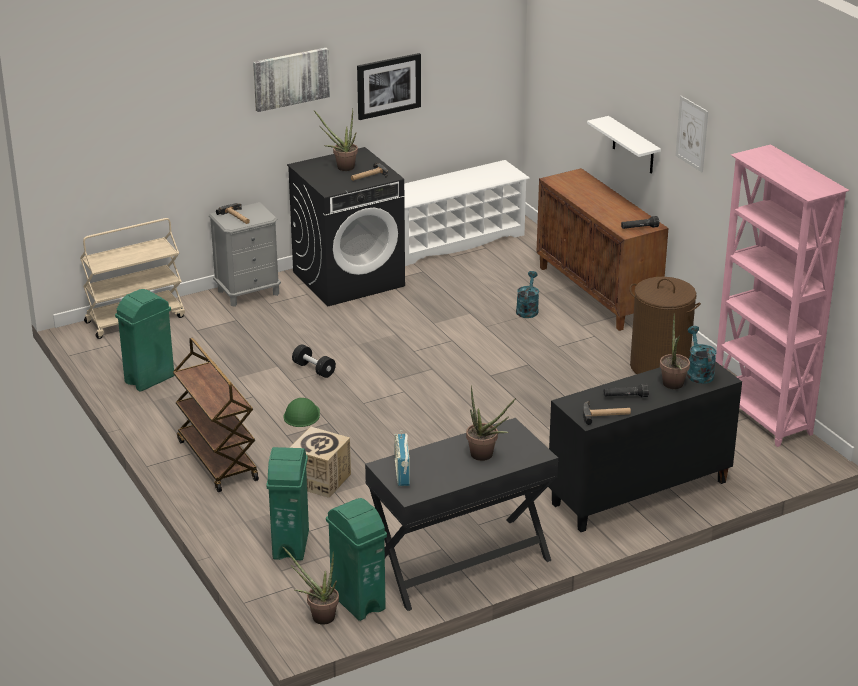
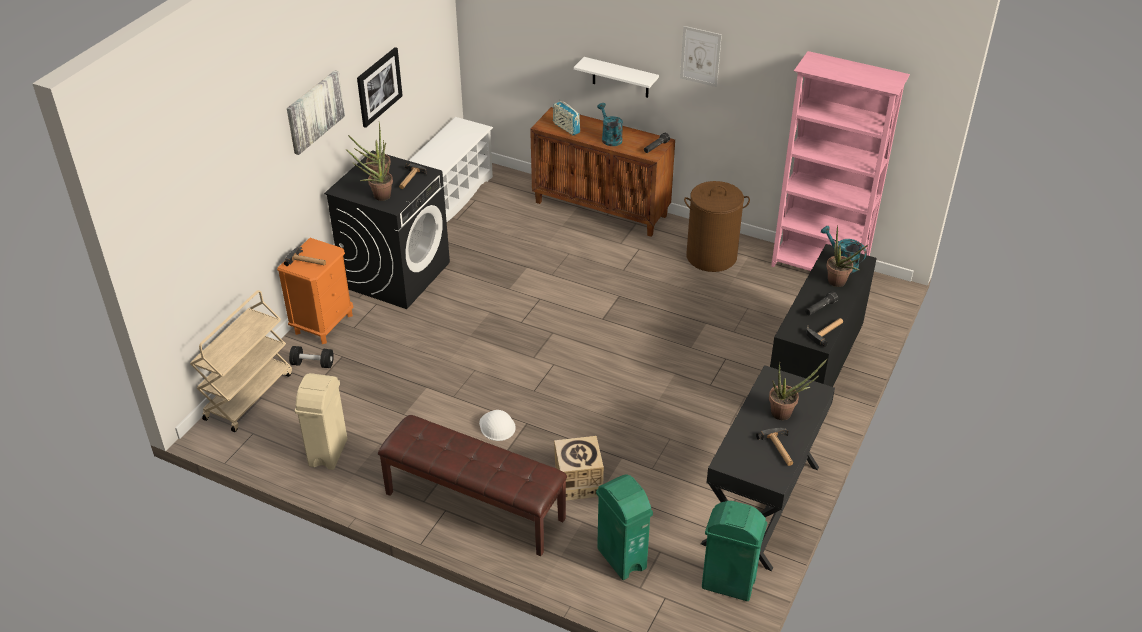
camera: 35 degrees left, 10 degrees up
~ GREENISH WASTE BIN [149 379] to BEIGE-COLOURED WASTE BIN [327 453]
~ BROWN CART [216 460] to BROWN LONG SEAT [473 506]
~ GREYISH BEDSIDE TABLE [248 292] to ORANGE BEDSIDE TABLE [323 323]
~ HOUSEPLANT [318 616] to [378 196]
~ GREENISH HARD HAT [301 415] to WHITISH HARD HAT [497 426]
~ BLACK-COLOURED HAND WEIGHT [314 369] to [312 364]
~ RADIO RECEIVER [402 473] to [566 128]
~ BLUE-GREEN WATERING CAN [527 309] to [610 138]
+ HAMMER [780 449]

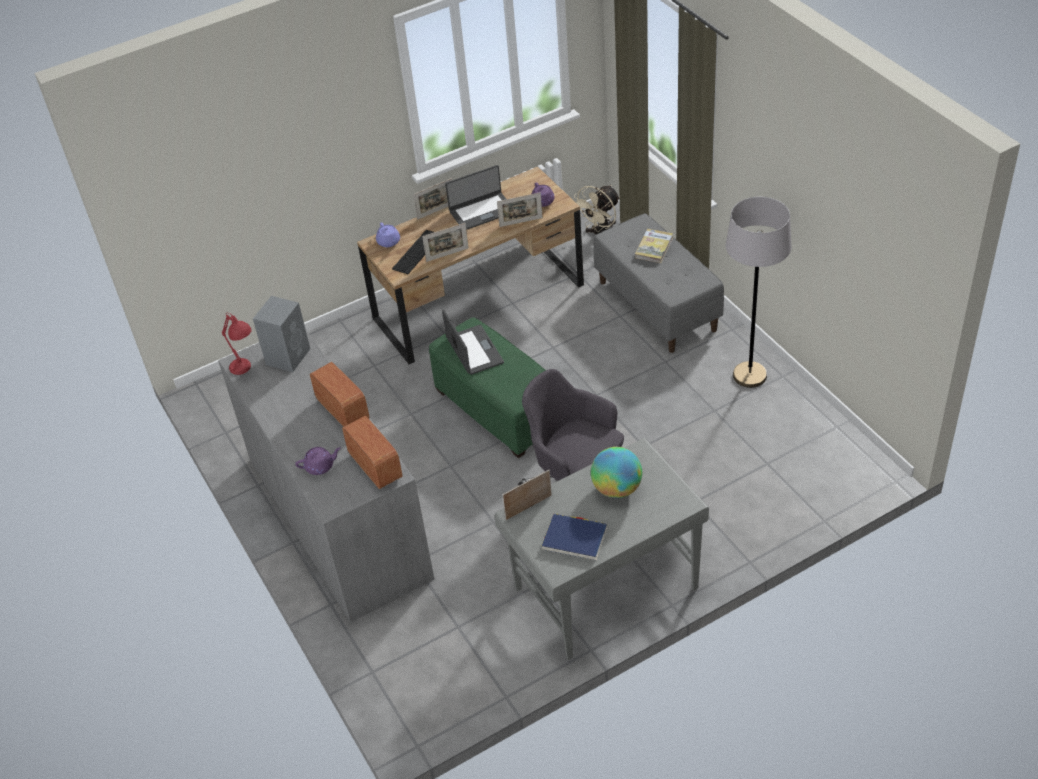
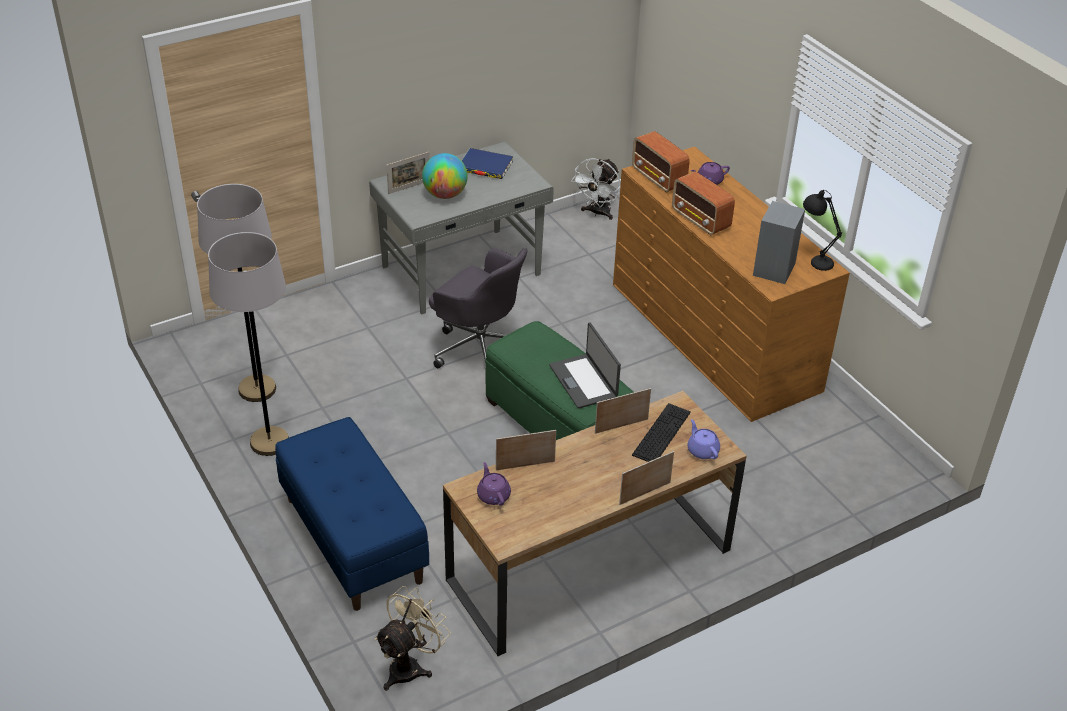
camera: 175 degrees right, 5 degrees down
~ GREYISH CHEST OF DRAWERS [338 516] to BROWN CHEST OF DRAWERS [714 336]
~ REDDISH TABLE LAMP [246 371] to BLACK-COLOURED TABLE LAMP [814 259]
- NOTEBOOK COMPUTER [481 211]
~ STANDING FRAME [528 507] to [409 187]
~ GREYISH LONG SEAT [658 306] to BLUE-COLOURED LONG SEAT [352 540]
- VOLUME [654 247]
+ GREYISH STANDING LAMP [257 389]
+ WHITISH FAN [597 213]

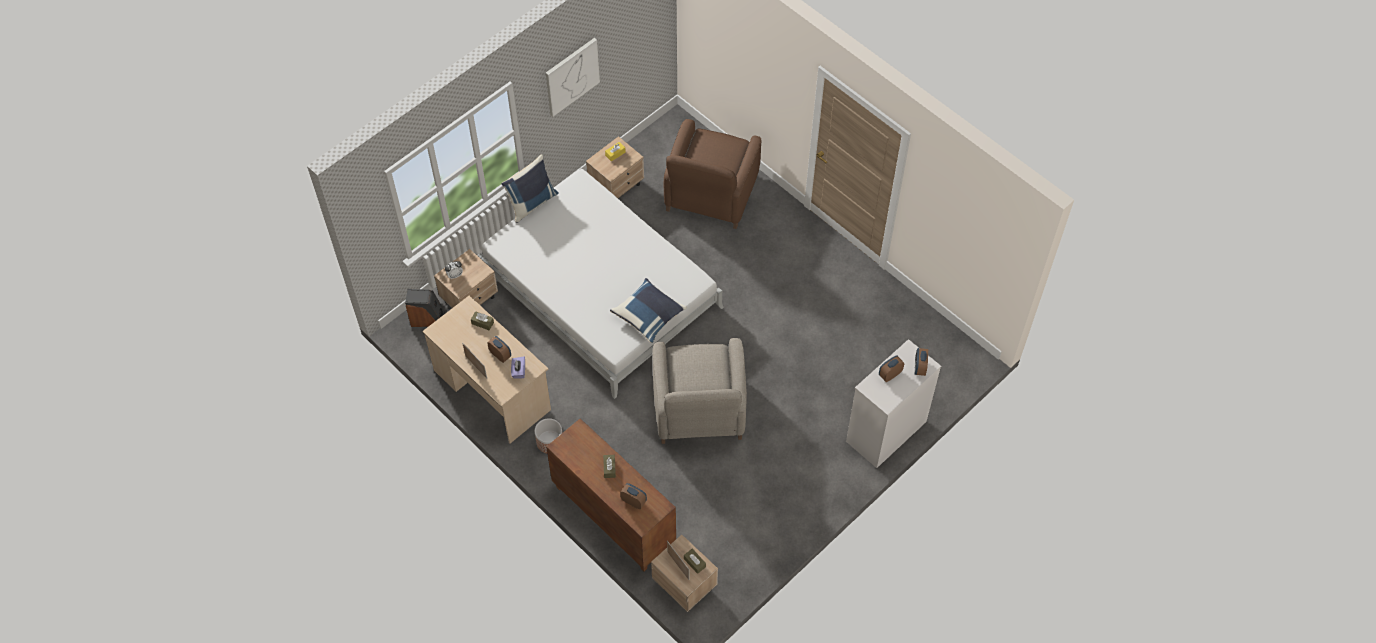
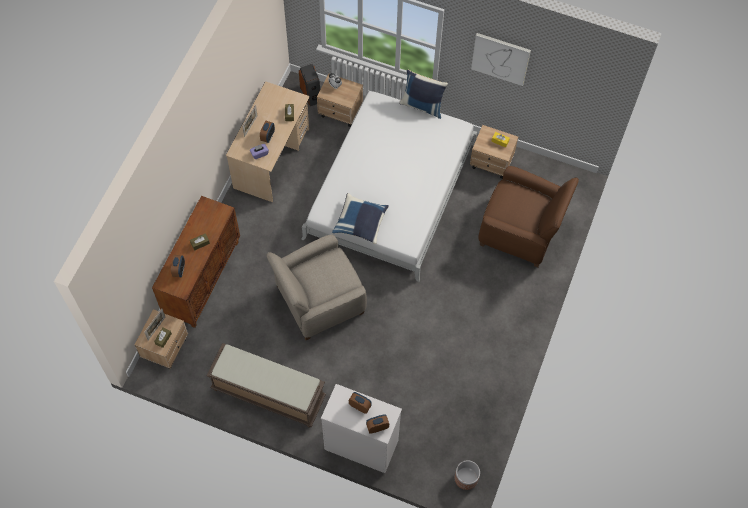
camera: 65 degrees right, 5 degrees up
~ PLANT POT [550 441] to [466 478]
~ BROWN LOUNGE CHAIR [710 193] = [521 231] 150 degrees counterclockwise
+ BROWN LONG SEAT [267 394]

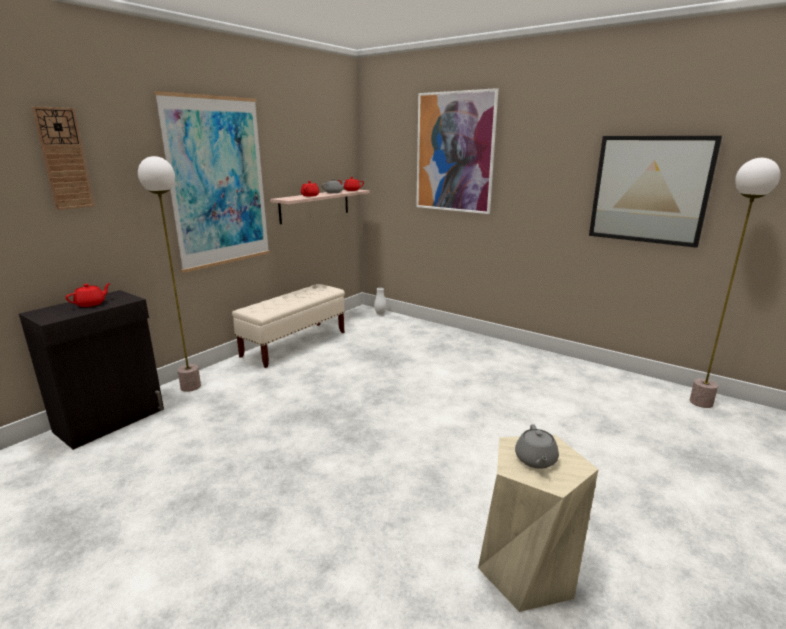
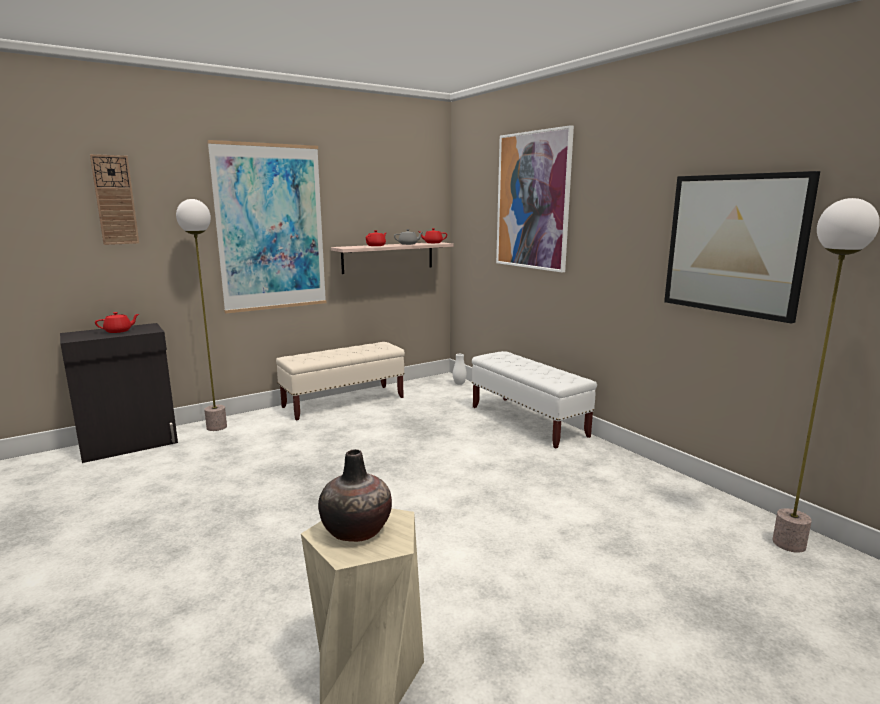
camera: 20 degrees right, 5 degrees down
~ GREYISH TEA POT [535 460] to FLOWER VASE [356 530]
+ WHITISH LONG SEAT [528 422]

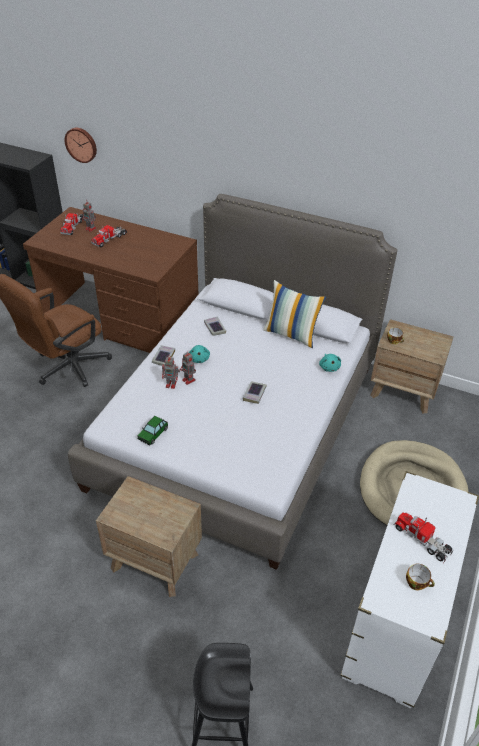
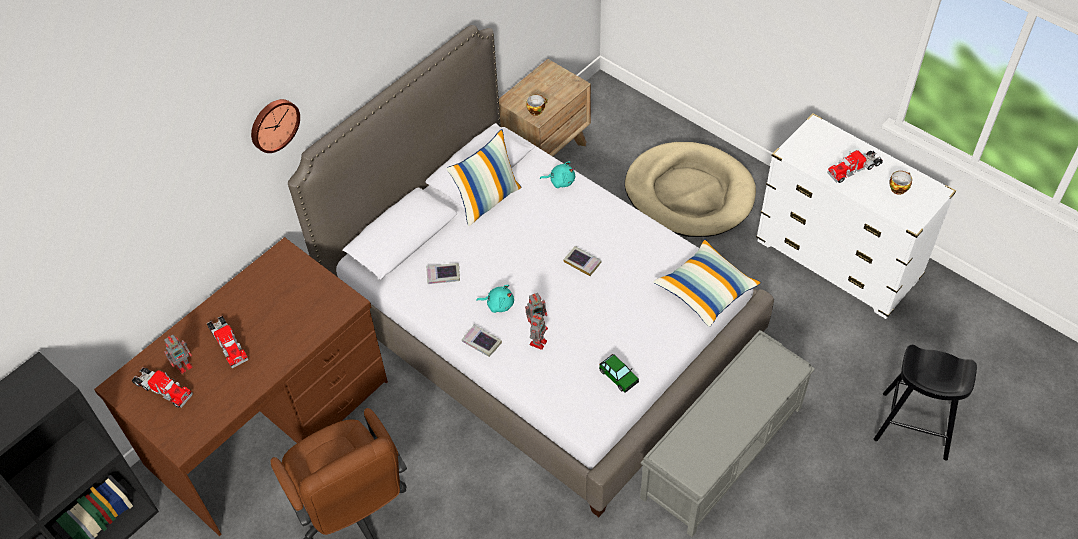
camera: 70 degrees left, 10 degrees up
~ HANGING CLOCK [81 144] to [273 124]
~ BROWN BEDSIDE TABLE [155 561] to GREYISH LONG SEAT [723 450]
+ THROW PILLOW [706 290]

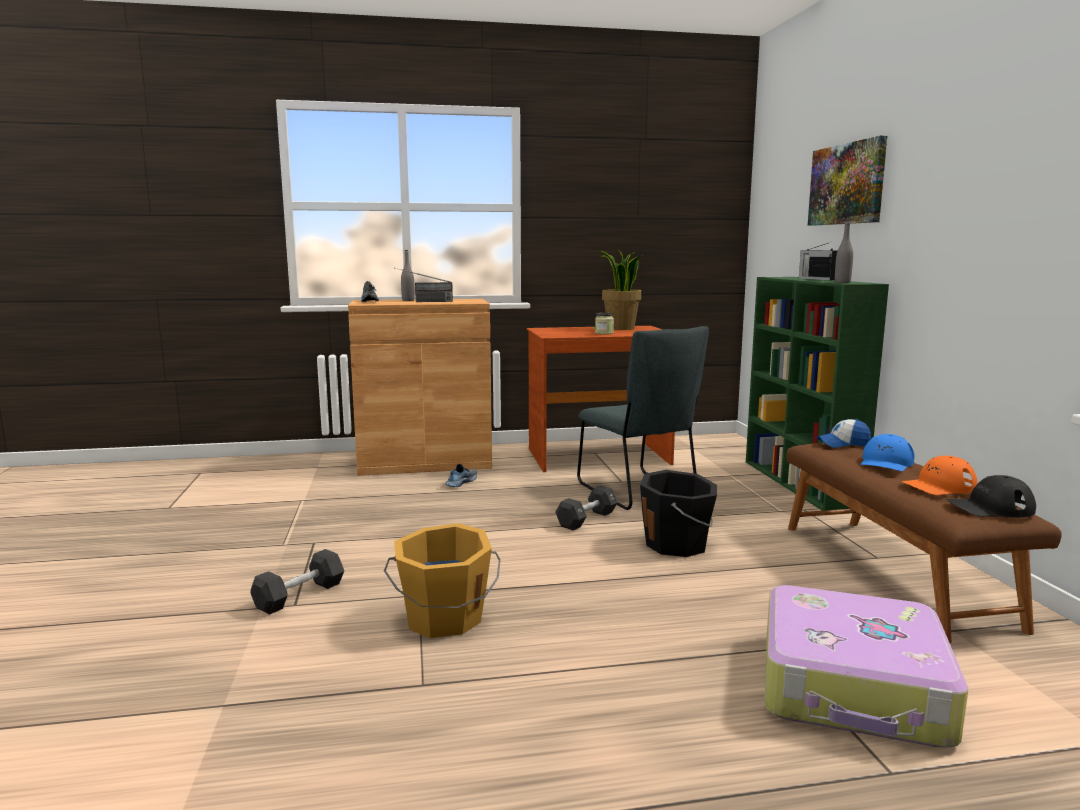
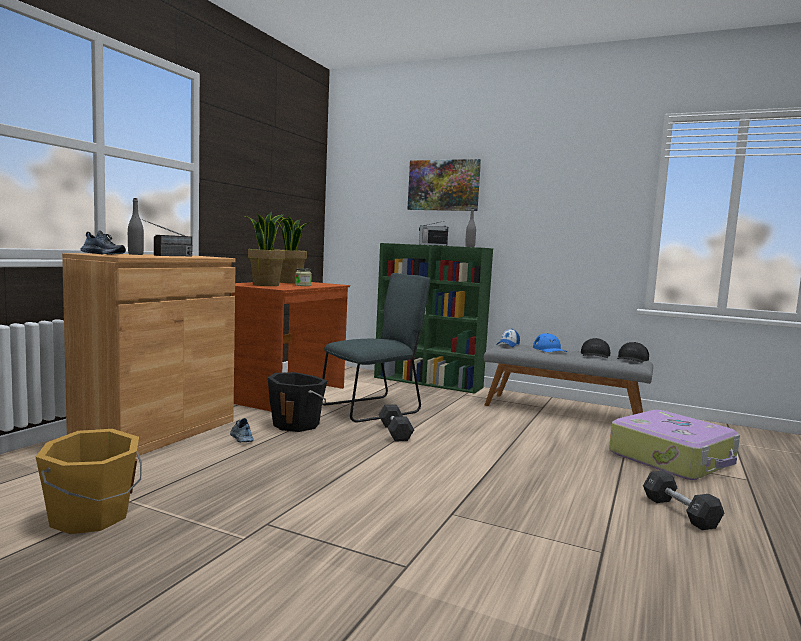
camera: 55 degrees left, 5 degrees down
~ BLACK-COLOURED HAND WEIGHT [299 595] to [680 512]
~ ORANGE PAIL [444 619] to [92 516]
~ GREYISH UPRIGHT CHAIR [639 492] = [374 408] 45 degrees counterclockwise
~ BLACK-COLOURED PAIL [678 544] to [297 424]
~ BROWN LONG SEAT [893 572] to GREYISH LONG SEAT [563 411]
~ ORANGE PEAKED CAP [938 486] to BLACK-COLOURED PEAKED CAP [595 355]
+ HOUSEPLANT [266 285]

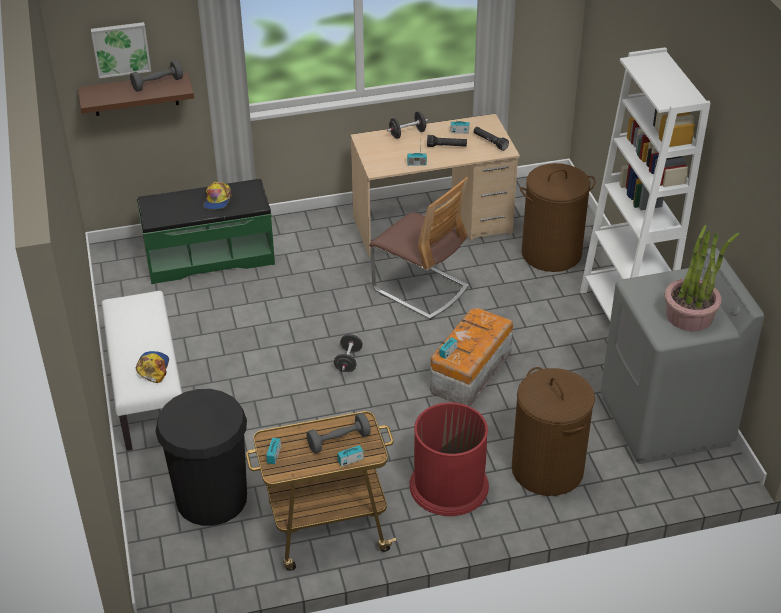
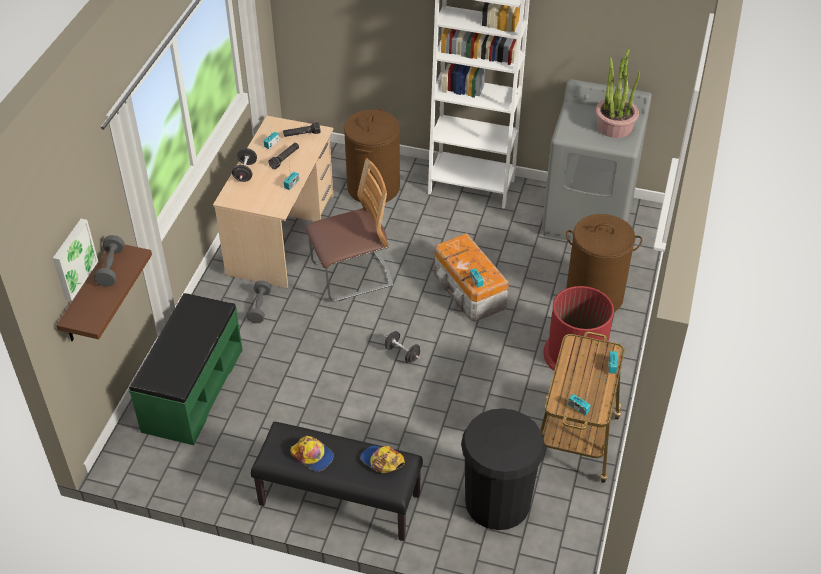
camera: 60 degrees left, 5 degrees up
~ WHITISH LONG SEAT [147 392] to BLACK-COLOURED LONG SEAT [338 500]
~ PEAKED CAP [217 200] to [312 456]
~ GREYISH HAND WEIGHT [339 441] to [259 307]

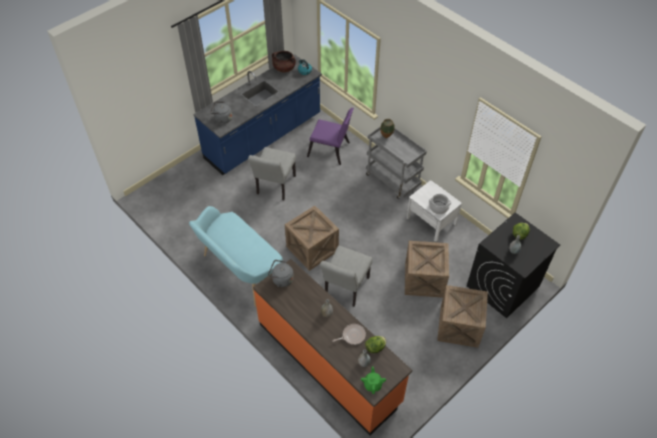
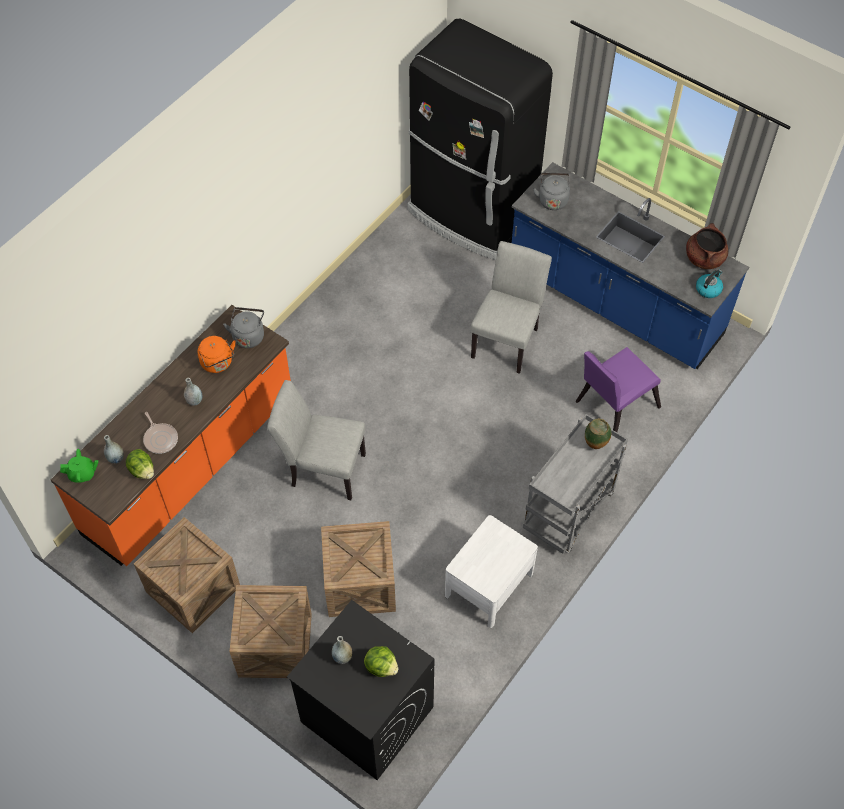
camera: 80 degrees right, 5 degrees up
- BLUE-GREEN LONG SEAT [240 271]
~ GREYISH UPRIGHT CHAIR [274 187] = [507 338] 105 degrees clockwise
~ SHIPPING CRATE [312 248] to [193 589]
~ PURPLE-COLOURED UPRIGHT CHAIR [331 151] = [613 406] 45 degrees clockwise
- COOKING POT [438 208]
+ ORANGE TEA KETTLE [218 363]
+ BLACK-COLOURED KITCHEN FRIDGE [471 214]

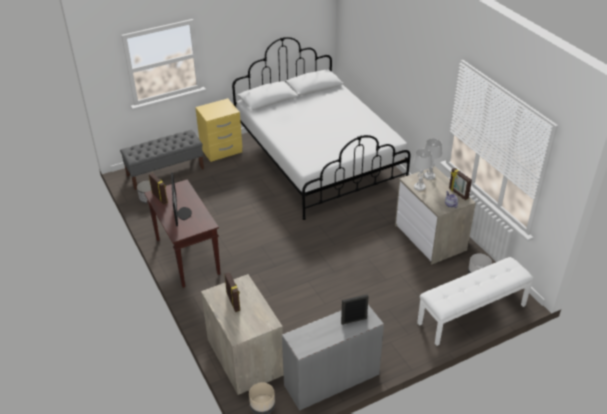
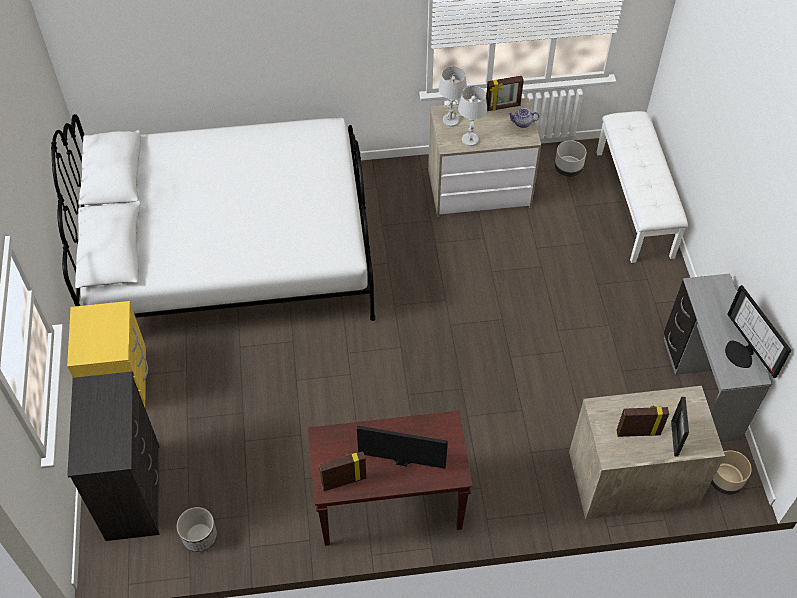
camera: 70 degrees left, 15 degrees up
~ GREYISH LONG SEAT [165 172] to BLACK-COLOURED CHEST OF DRAWERS [134 491]
~ STANDING FRAME [354 320] to [674 438]
+ COMPUTER DISPLAY [742 353]

